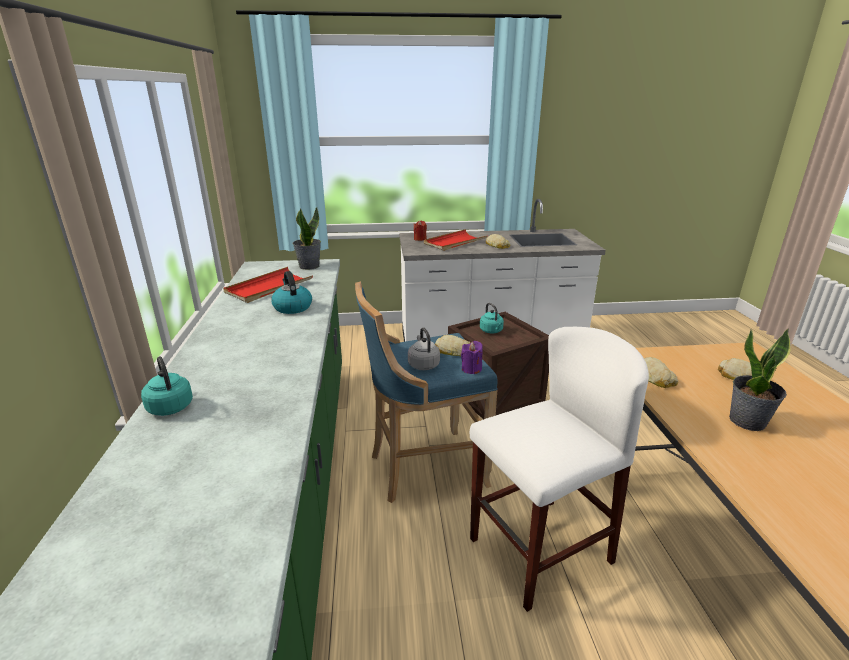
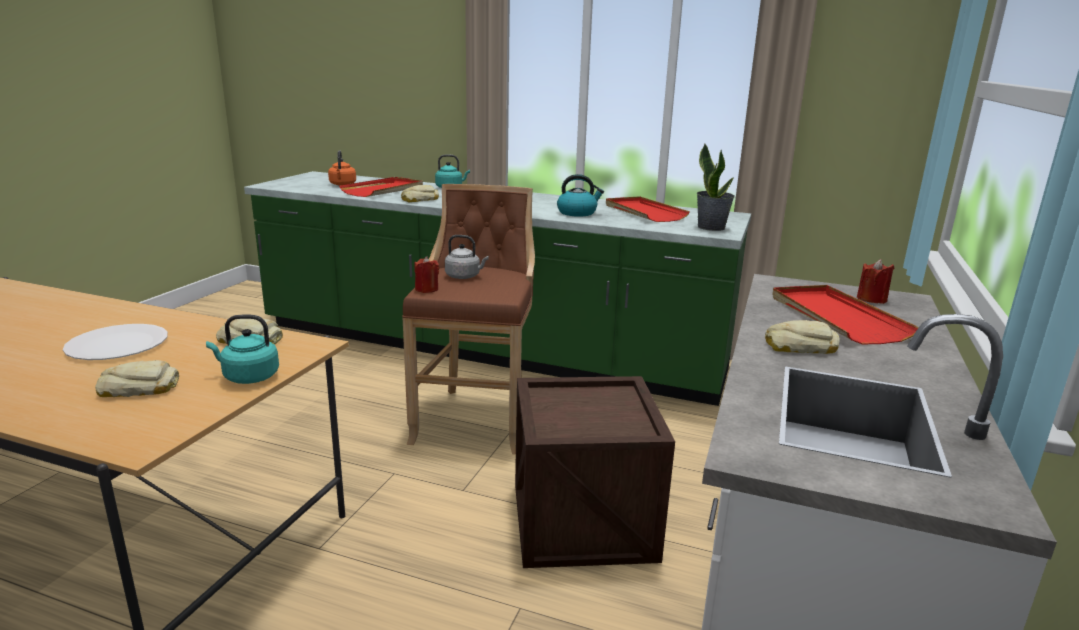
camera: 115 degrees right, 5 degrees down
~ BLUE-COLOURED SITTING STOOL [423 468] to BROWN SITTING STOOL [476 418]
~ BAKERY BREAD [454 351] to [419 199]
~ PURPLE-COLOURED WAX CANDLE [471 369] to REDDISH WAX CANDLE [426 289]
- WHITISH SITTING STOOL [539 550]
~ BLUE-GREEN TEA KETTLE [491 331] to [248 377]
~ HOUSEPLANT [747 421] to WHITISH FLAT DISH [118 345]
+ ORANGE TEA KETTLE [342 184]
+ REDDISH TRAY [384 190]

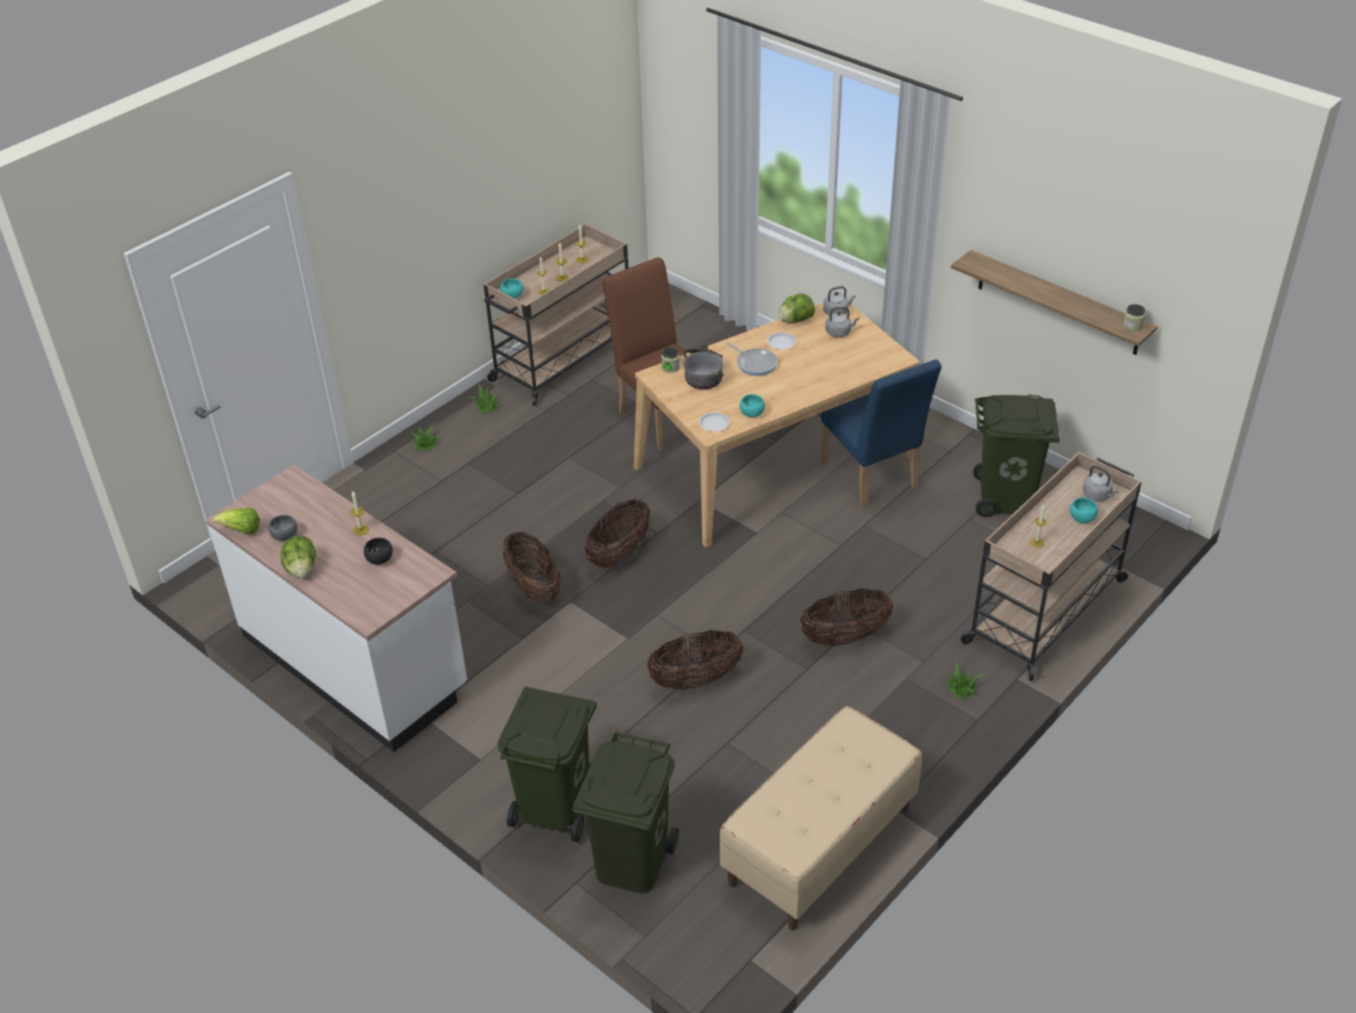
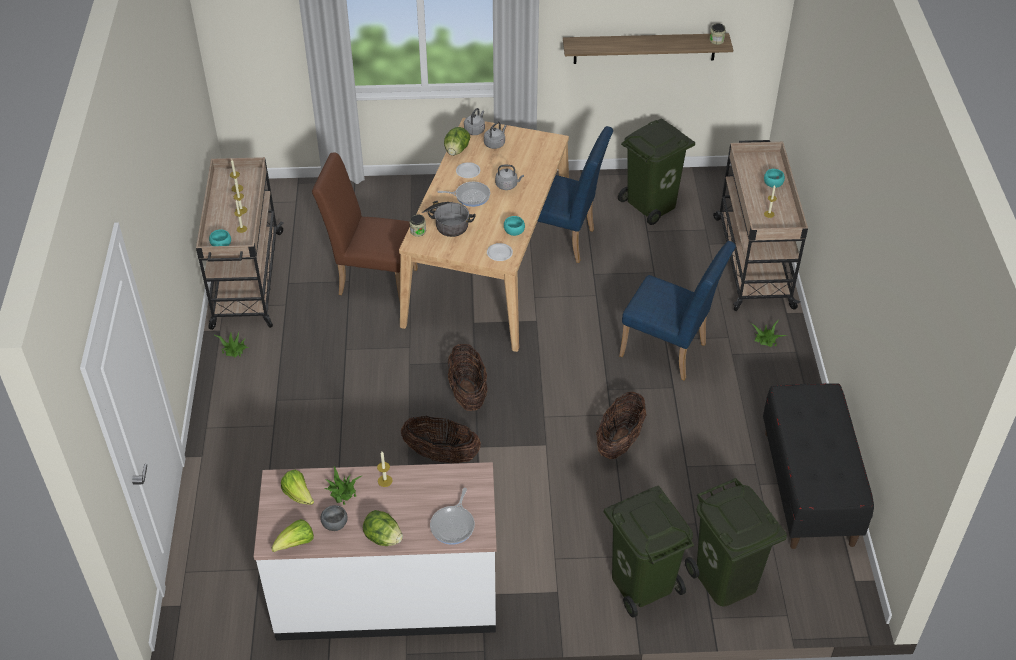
camera: 45 degrees left, 5 degrees up
- BLACK-COLOURED SERVING BOWL [380 559]
~ HOUSEPLANT [425 444] to [342 492]
~ BEIGE-COLOURED LONG SEAT [820 846] to BLACK-COLOURED LONG SEAT [809 487]
~ HOUSEHOLD BASKET [844 637] to BLUE-COLOURED UPRIGHT CHAIR [669 352]
~ GREYISH TEA KETTLE [1098 495] to [507 185]
+ LETTUCE [298 495]
+ FRYING PAN [453 525]

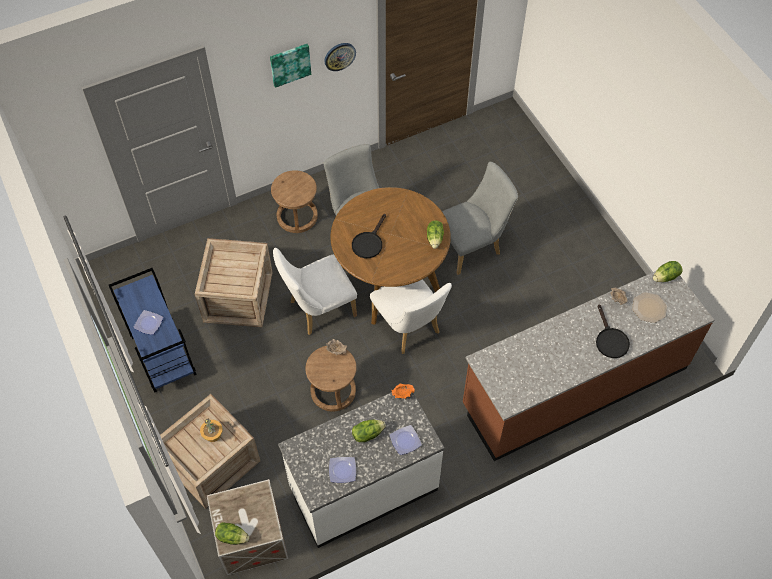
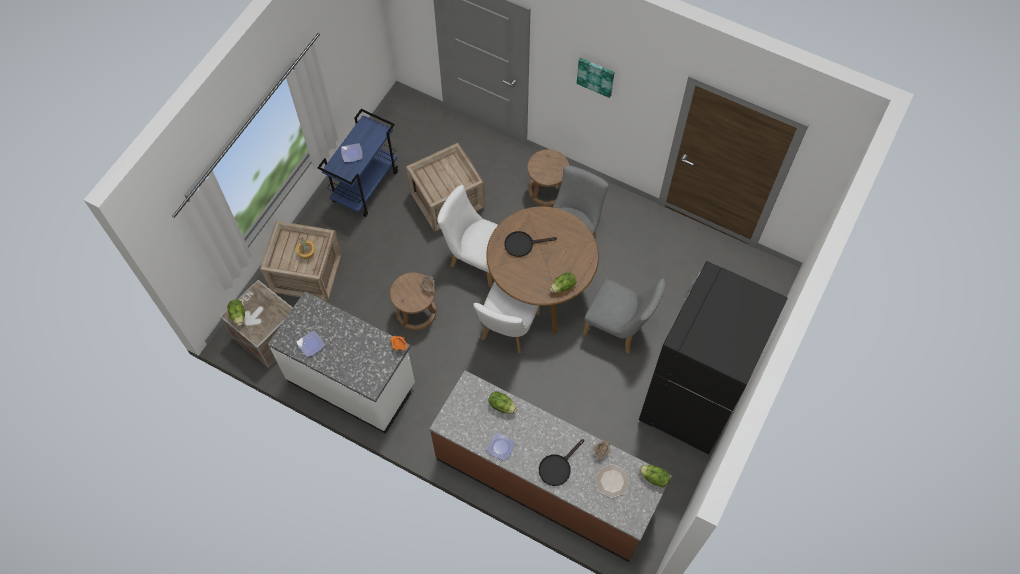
camera: 55 degrees right, 5 degrees up
- HANGING CLOCK [339 56]
~ LETTUCE [367 434] to [502 405]
~ FLAT DISH [404 440] to [500 446]
+ BLACK-COLOURED KITCHEN FRIDGE [691 401]

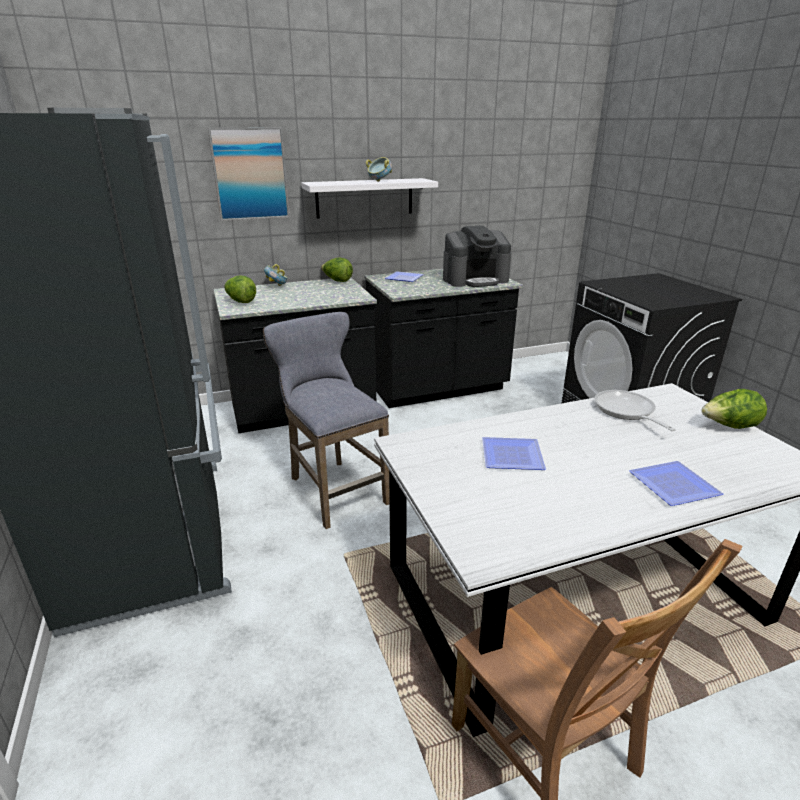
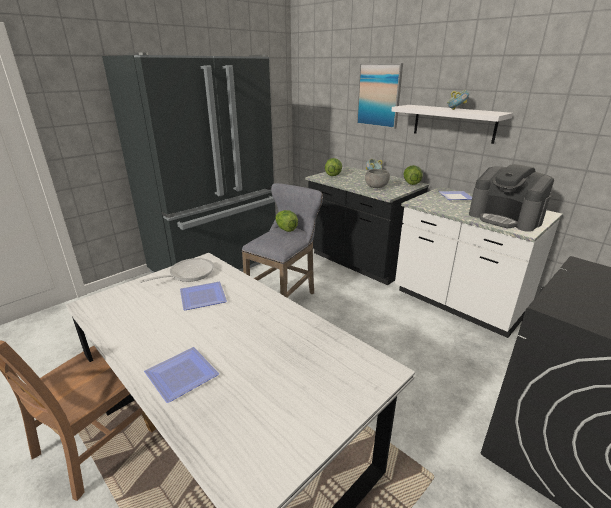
camera: 65 degrees right, 0 degrees up
~ BLACK-COLOURED COUNTER [437 388] to WHITISH COUNTER [458 302]
~ FRYING PAN [626 411] to [188 274]
~ LETTUCE [728 427] to [285 229]
+ GREYISH SERVING BOWL [376 187]

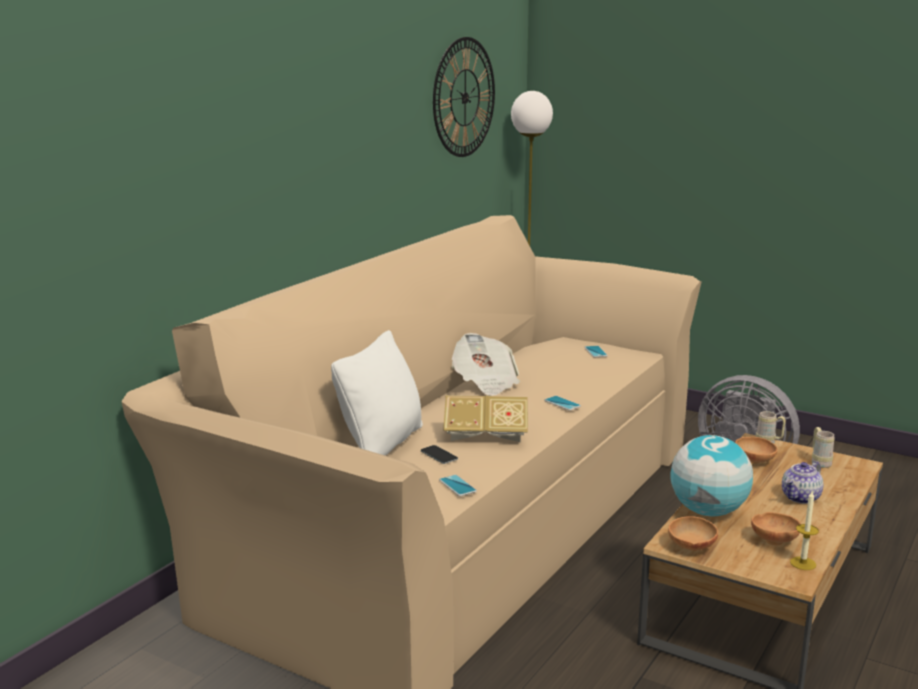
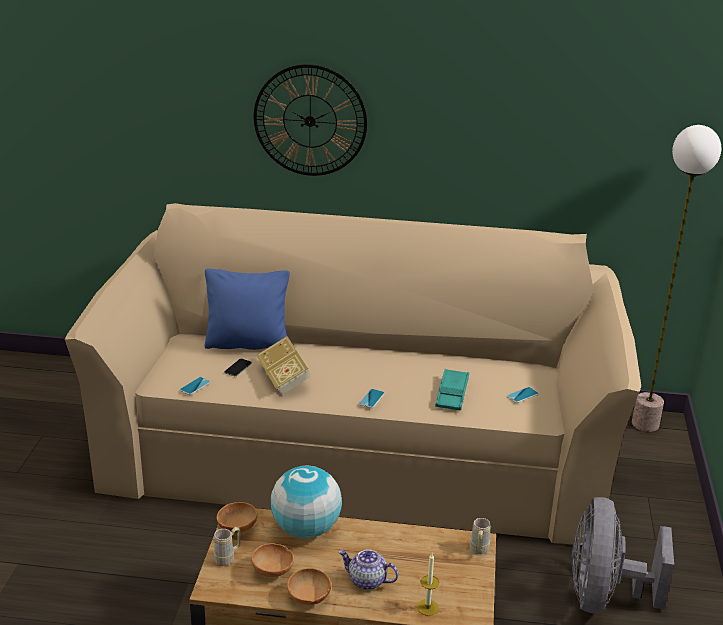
camera: 65 degrees right, 10 degrees up
~ WHITISH THROW PILLOW [382 444] to BLUE-COLOURED THROW PILLOW [247 344]
~ HANGING CLOCK [464 97] to [310 121]
- PRINTED PAPER [485 382]
~ BROWN SERVING BOWL [755 462] to [308 598]
~ WAX CANDLE [803 563] to [427 607]
~ BEIGE-COLOURED MUG [819 462] to [228 558]
+ BLUE-GREEN TRAY [452 393]

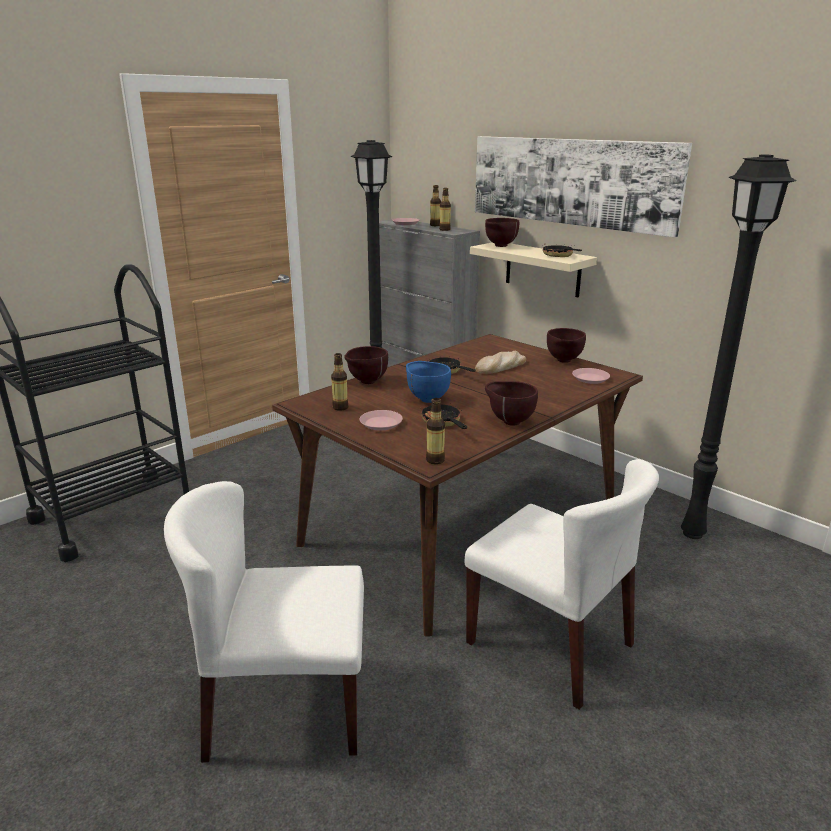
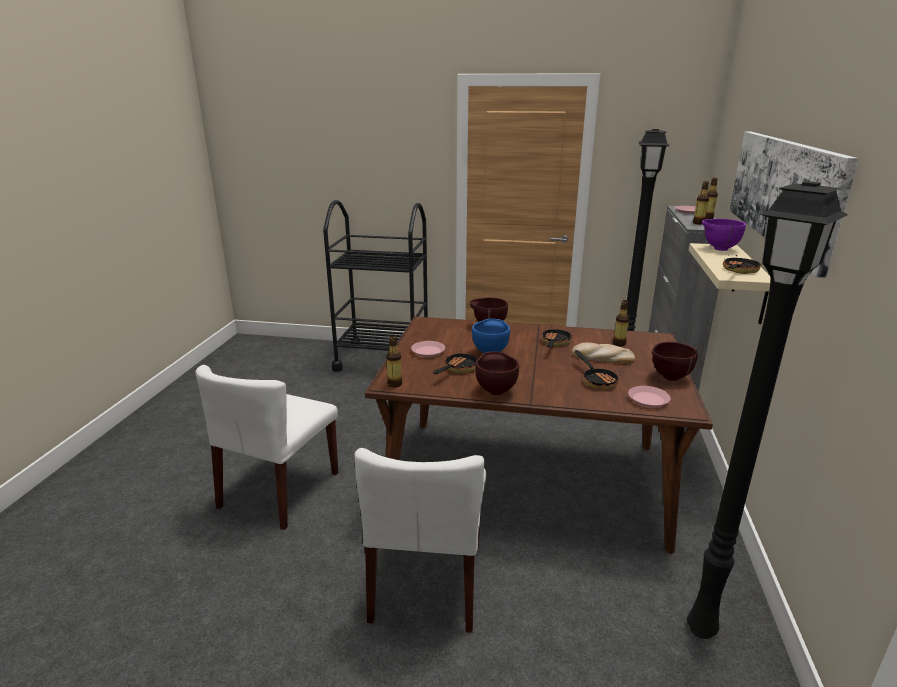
camera: 55 degrees right, 0 degrees up
~ WHITISH UPRIGHT CHAIR [285 707] = [279 490] 120 degrees counterclockwise
~ DRINK BOTTLE [340 407] to [619 344]
~ BROWN SERVING BOWL [500 246] to PURPLE-COLOURED SERVING BOWL [718 249]
+ FRYING PAN [596 380]

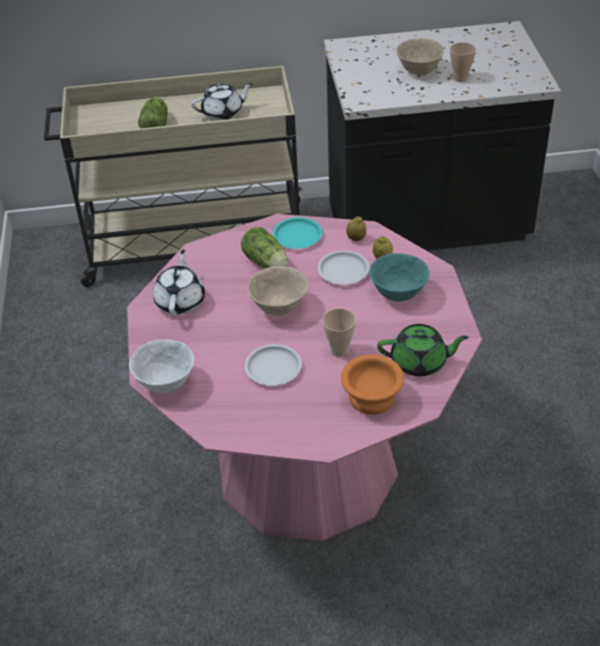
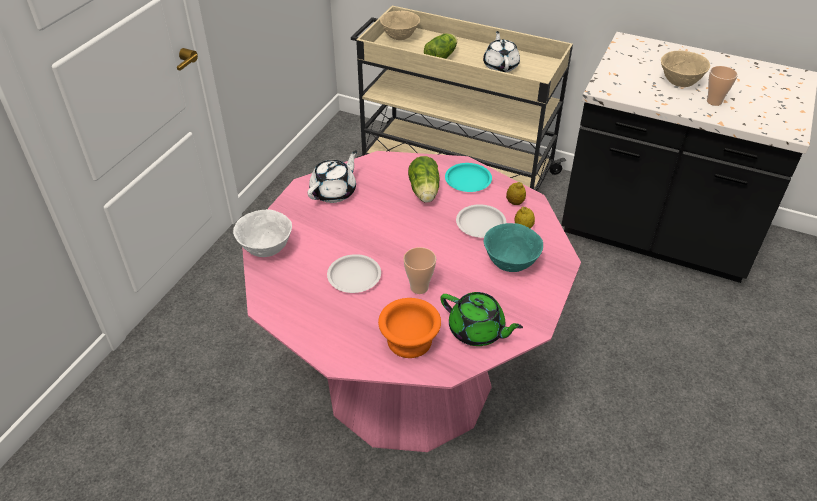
camera: 30 degrees right, 0 degrees up
~ WHITISH TEA POT [223 113] = [500 66] 105 degrees counterclockwise
~ BEIGE-COLOURED SERVING BOWL [279 307] to [400 37]

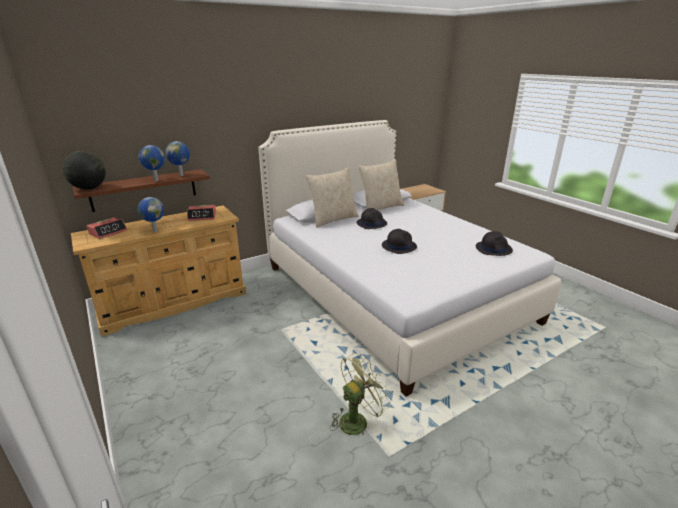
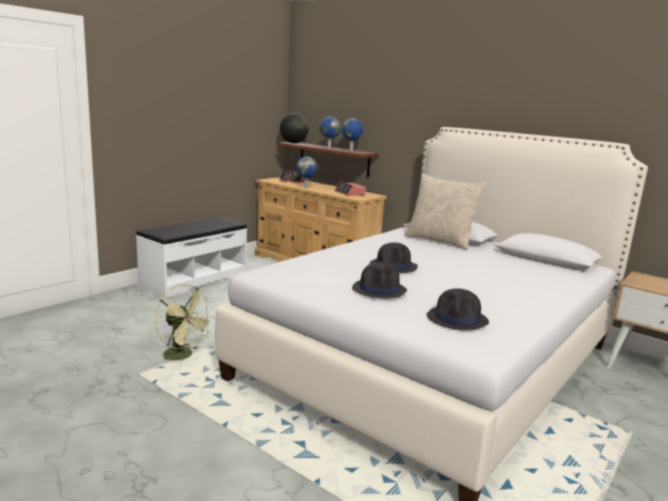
camera: 70 degrees right, 10 degrees down
~ BLACK-COLOURED HAT [371 223] to [379 290]
- BEIGE-COLOURED THROW PILLOW [380 207]
+ WHITISH LONG SEAT [194 280]

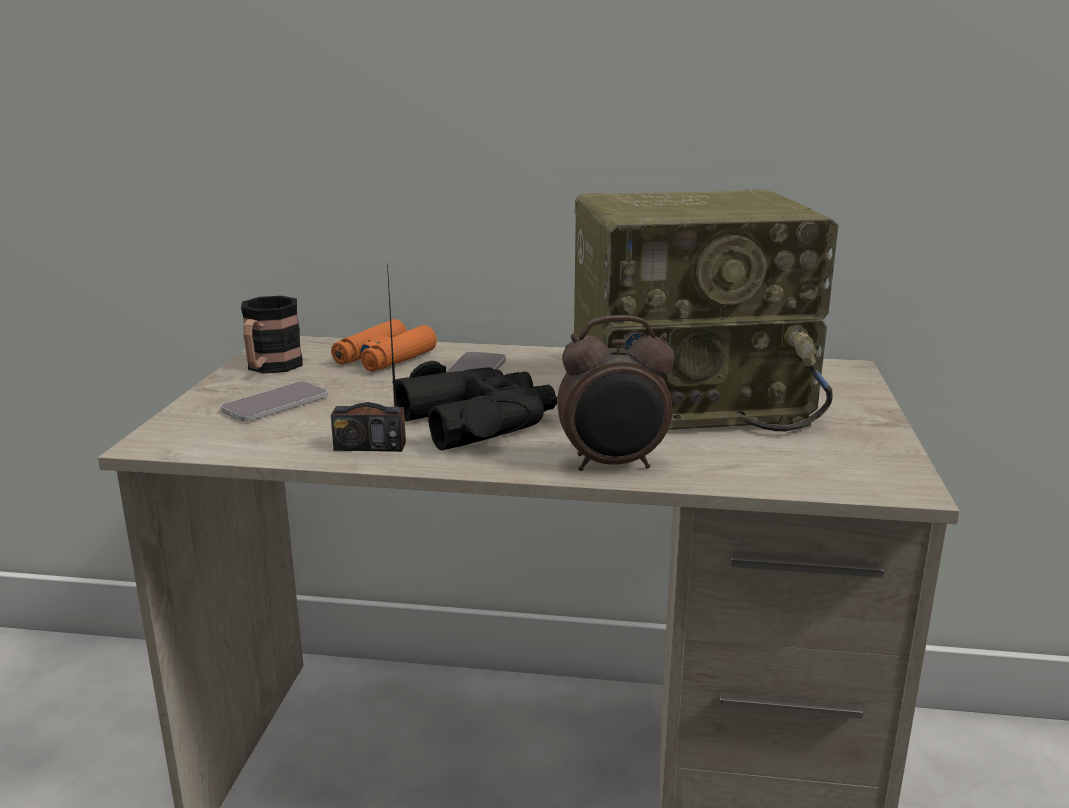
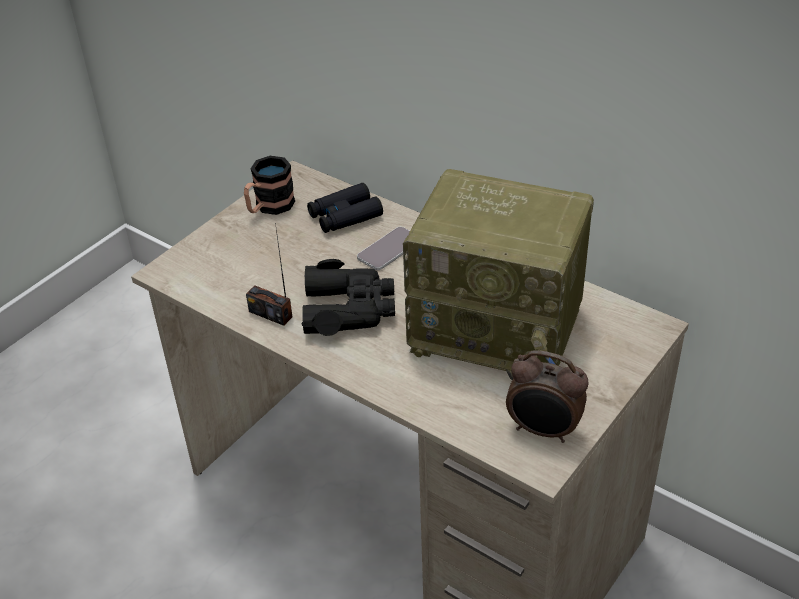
camera: 30 degrees right, 20 degrees up
- TELEPHONE [275 403]
~ ORANGE FIELD GLASSES [384 358] to BLACK-COLOURED FIELD GLASSES [345 216]
~ BEDSIDE CLOCK [613 465] to [543 431]

